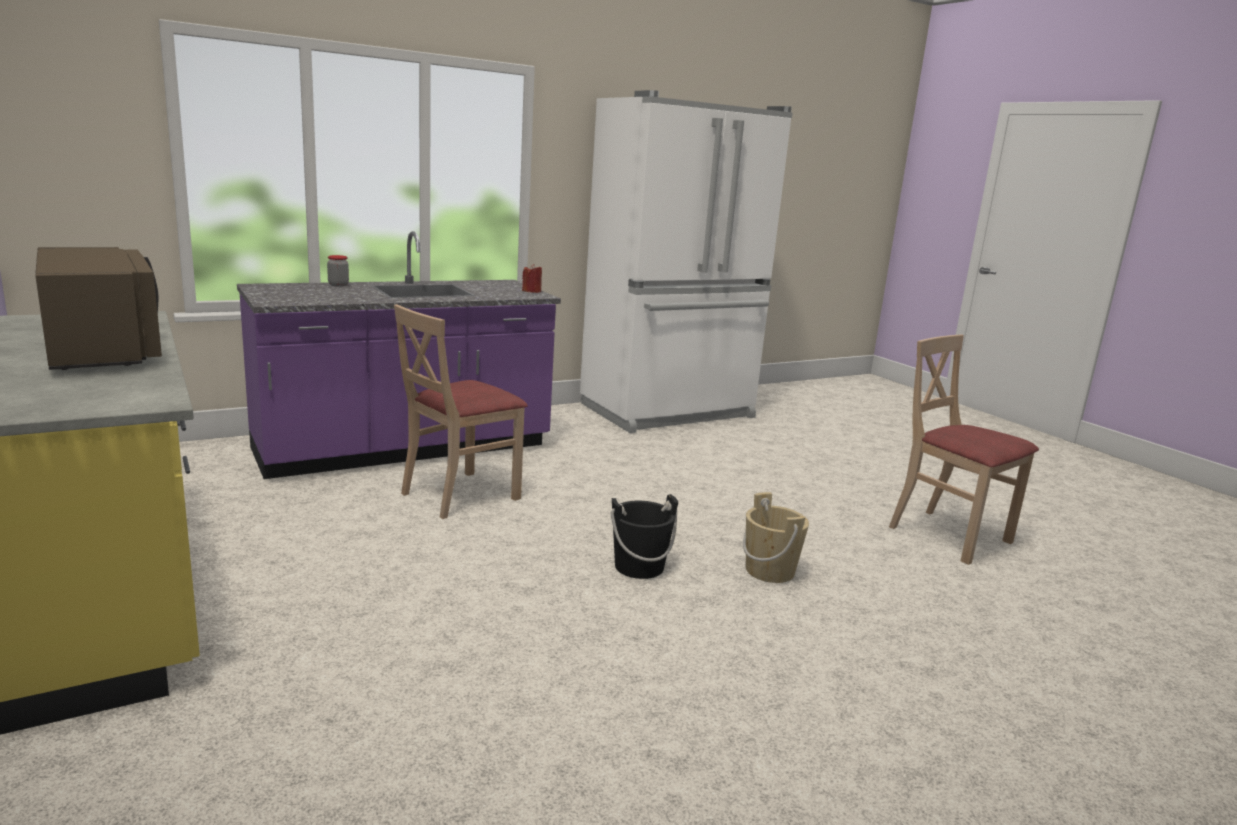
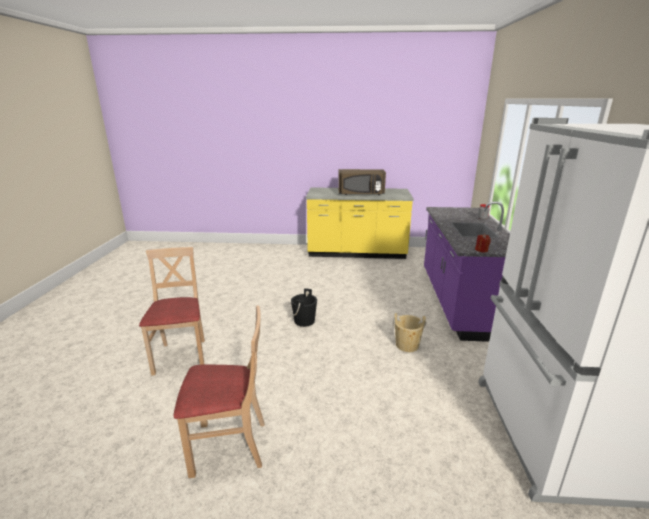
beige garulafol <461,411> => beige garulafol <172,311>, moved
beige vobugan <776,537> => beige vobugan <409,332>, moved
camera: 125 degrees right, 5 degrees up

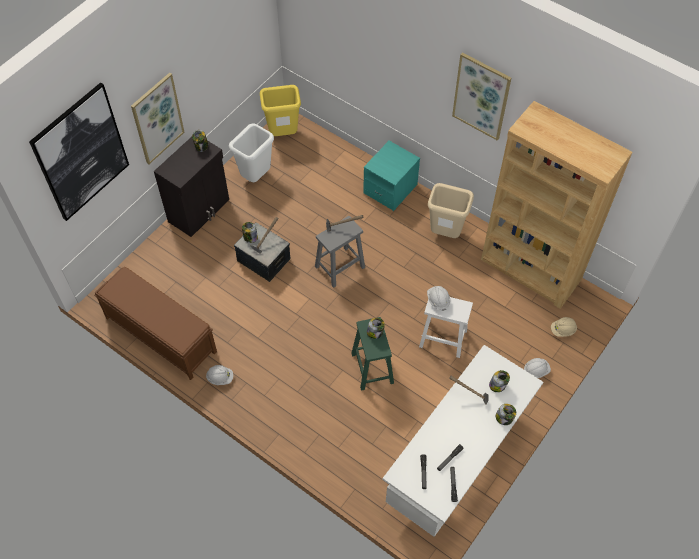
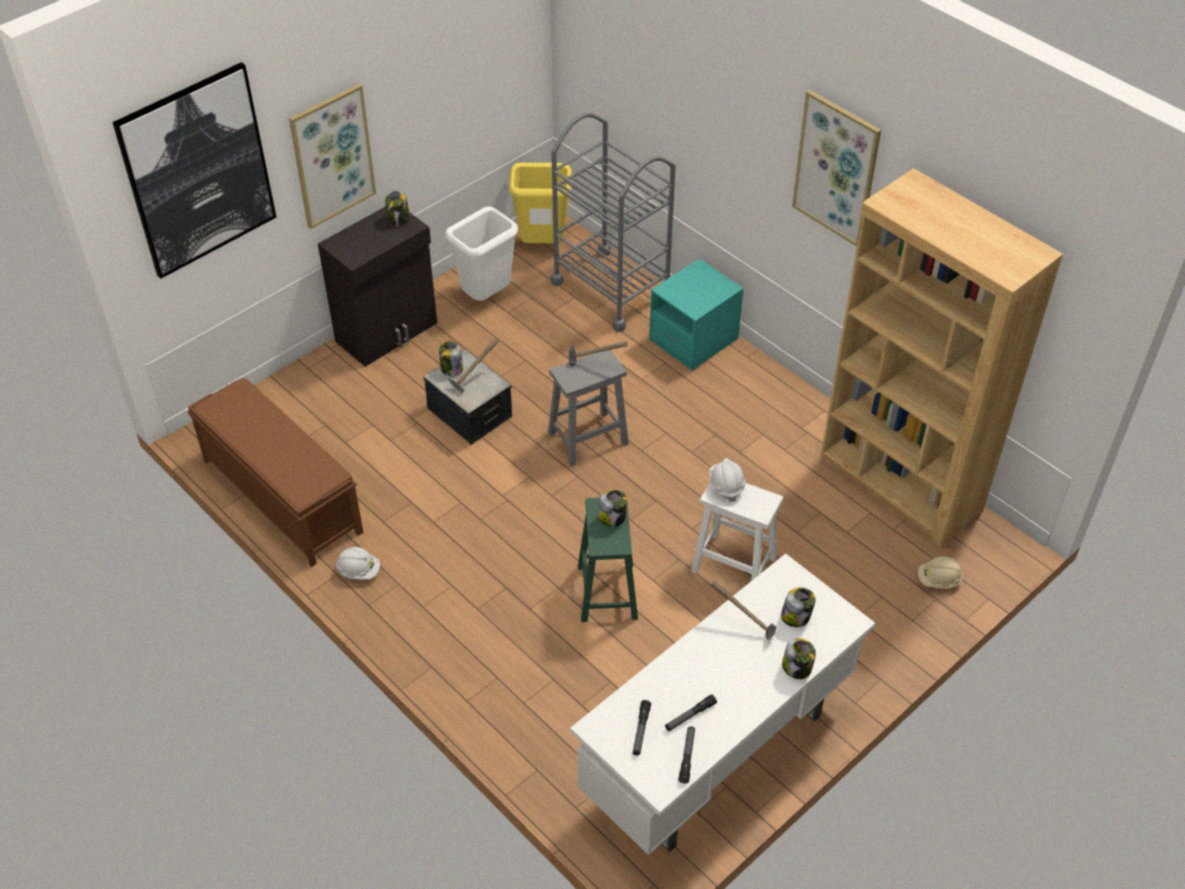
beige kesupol <451,210> => nothing
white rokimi <537,368> => nothing
nothing => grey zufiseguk <613,222>
camera: 10 degrees right, 10 degrees down

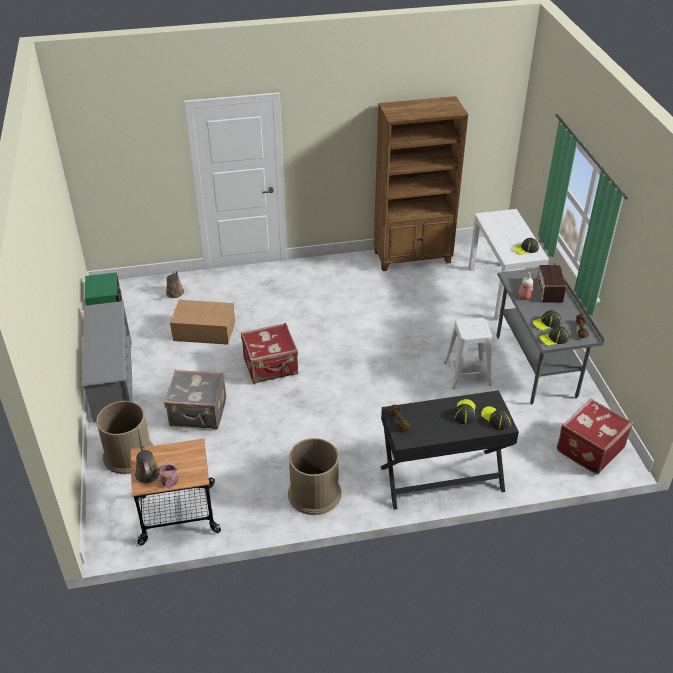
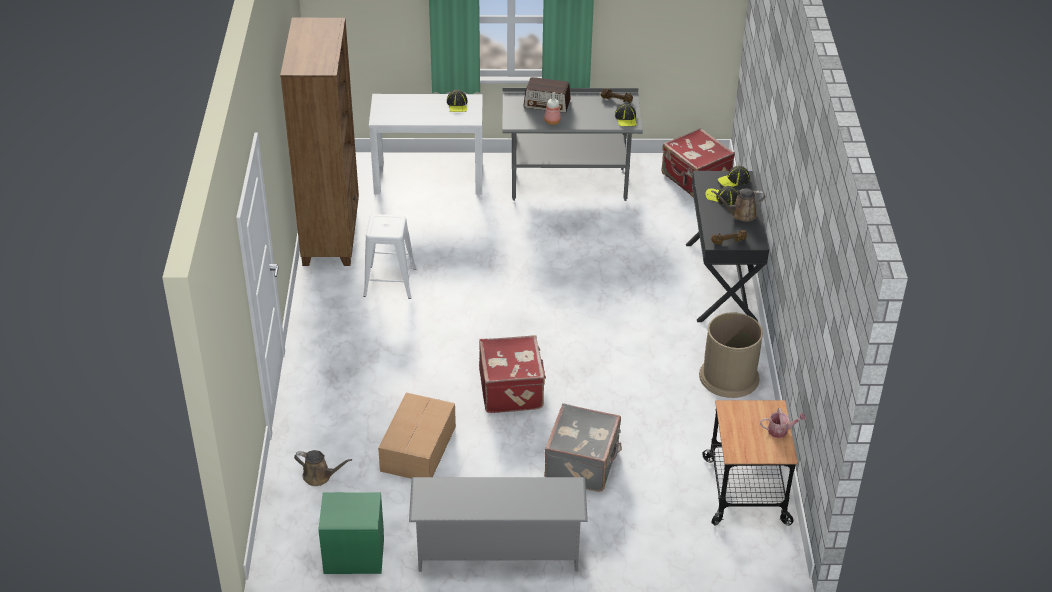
brown kesupol <125,437> => nothing
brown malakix <147,455> => brown malakix <738,205>, moved
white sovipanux <468,353> => white sovipanux <389,256>, moved
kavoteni <547,320> => nothing
camera: 80 degrees left, 0 degrees up

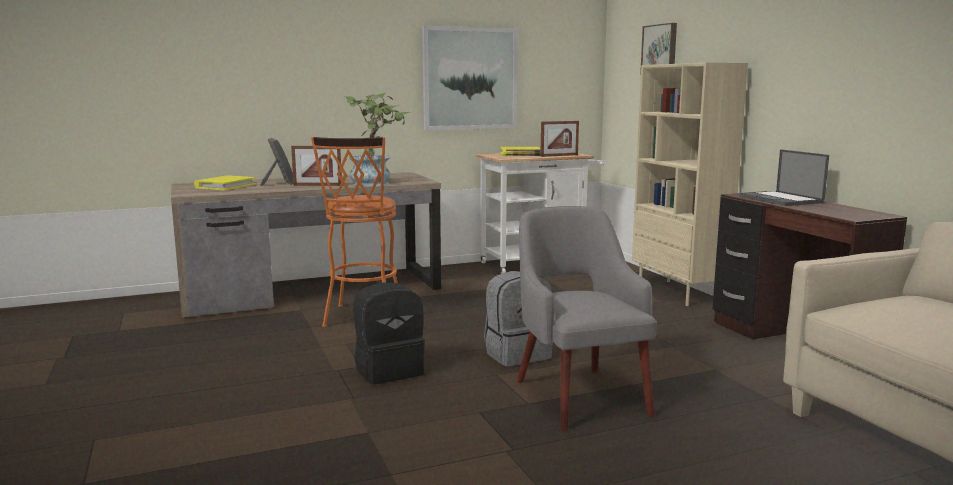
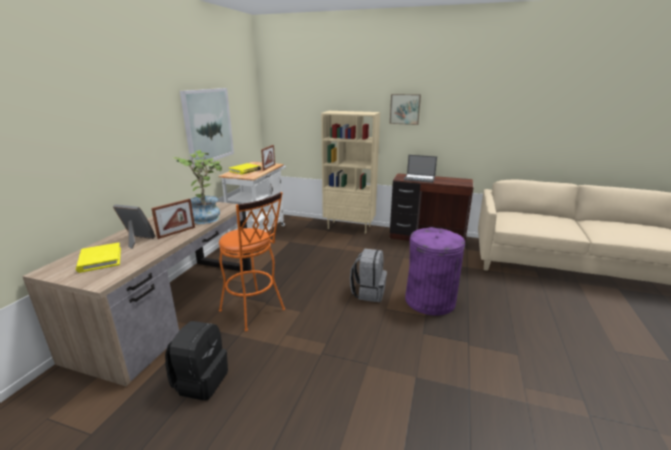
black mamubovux <389,333> => black mamubovux <196,361>, moved
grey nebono <587,318> => purple kesupol <435,271>
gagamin <658,48> => gagamin <405,109>, moved
camera: 50 degrees left, 10 degrees up

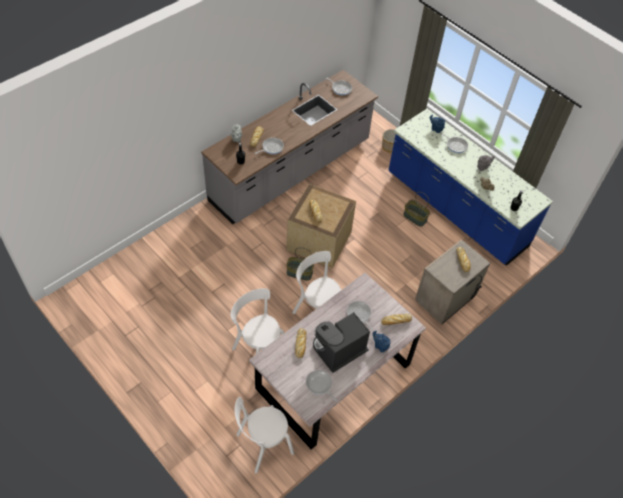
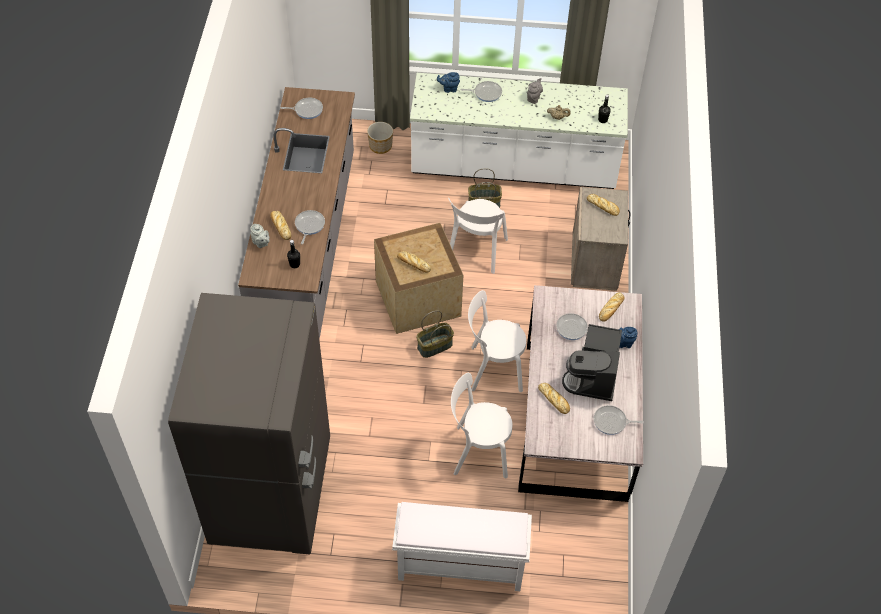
white garulafol <264,435> => white garulafol <478,236>, moved
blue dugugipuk <470,187> => white dugugipuk <519,131>
nothing => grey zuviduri <249,423>
nothing => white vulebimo <462,546>
camera: 40 degrees left, 0 degrees up

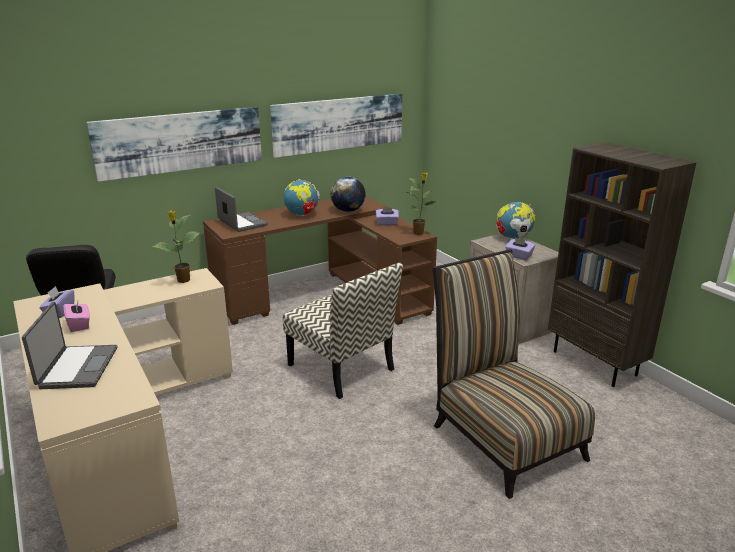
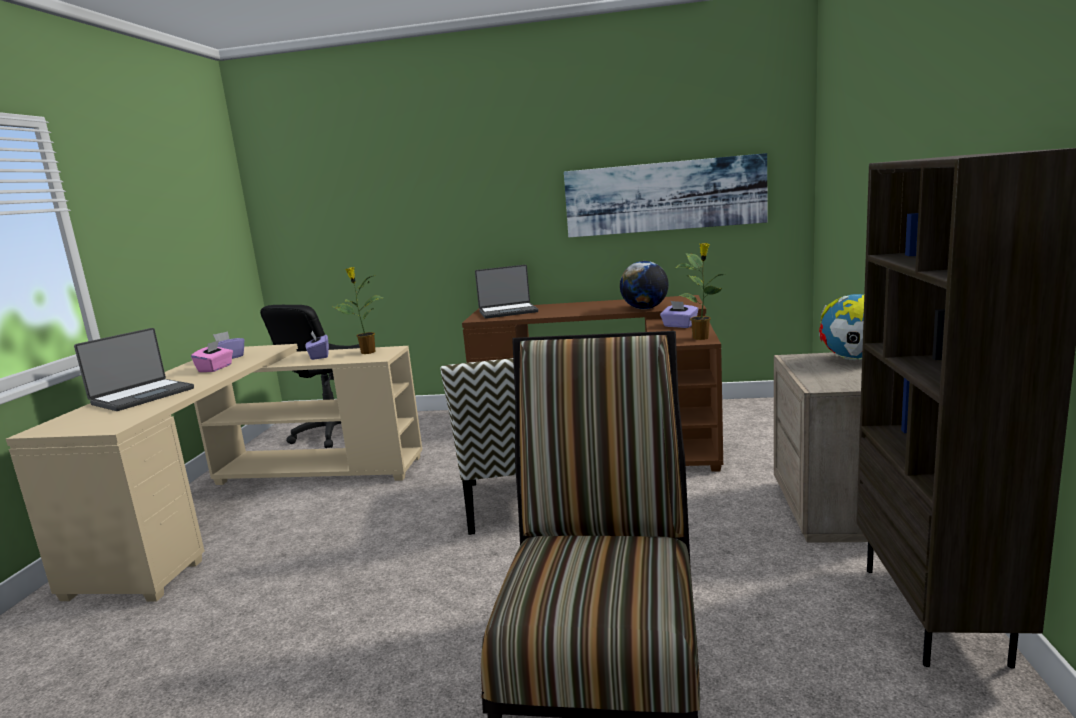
gagamin <174,144> => nothing
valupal <241,209> => valupal <506,292>, 75 degrees clockwise
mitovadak <302,197> => nothing
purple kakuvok <520,249> => purple kakuvok <317,345>, moved
camera: 40 degrees right, 10 degrees down

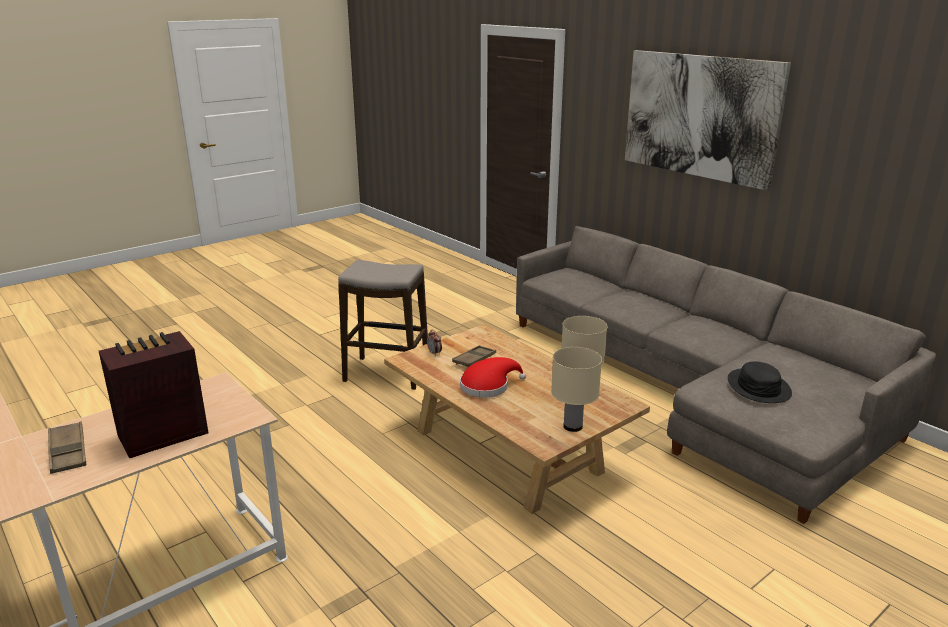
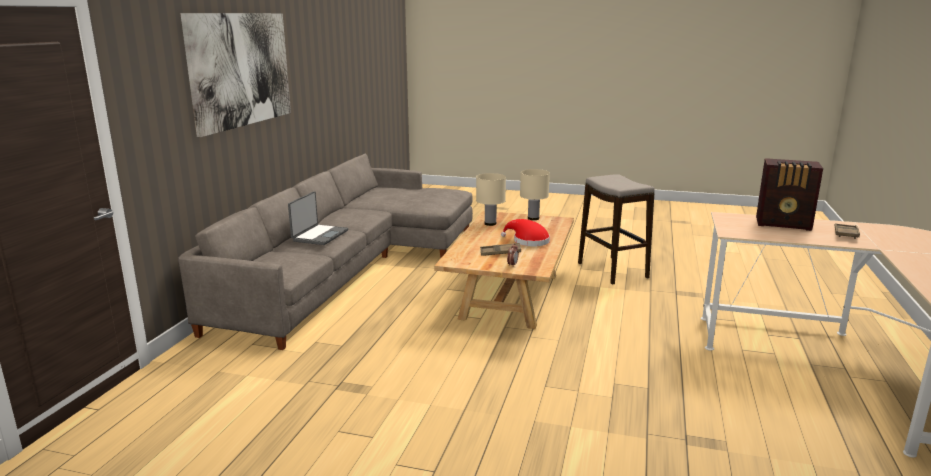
sovipanux <383,325> => sovipanux <616,229>, moved
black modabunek <760,382> => nothing
nothing => valupal <318,218>
camera: 125 degrees left, 5 degrees down

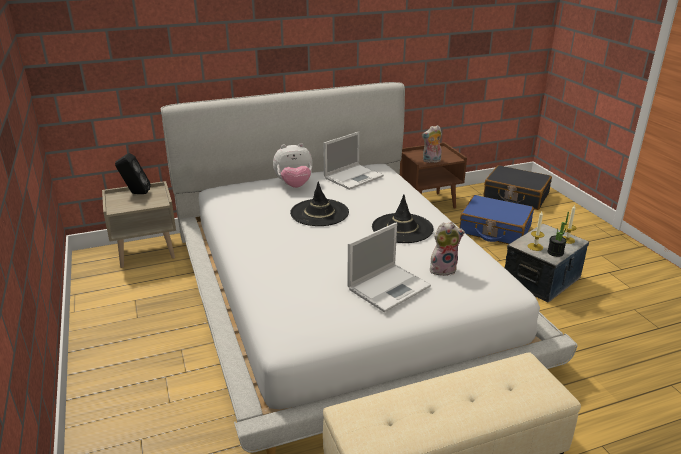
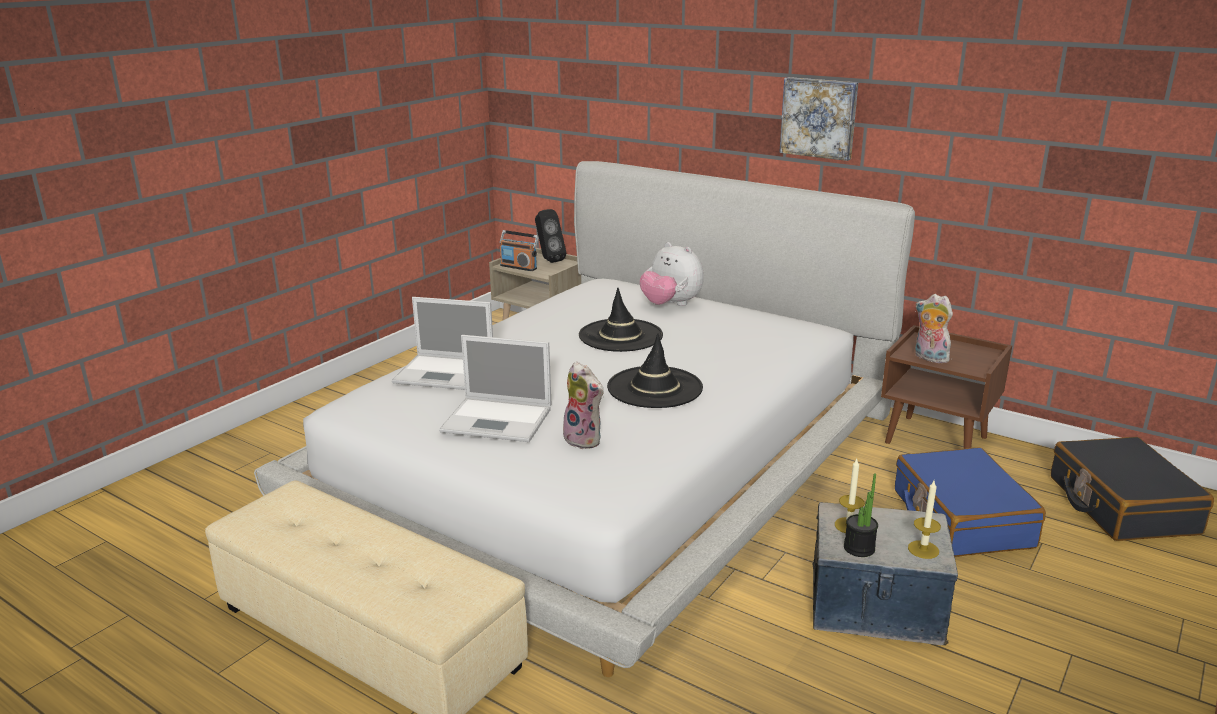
valupal <353,161> => valupal <442,343>, moved
nothing => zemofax <519,250>
nothing => gagamin <818,119>
camera: 55 degrees right, 5 degrees down

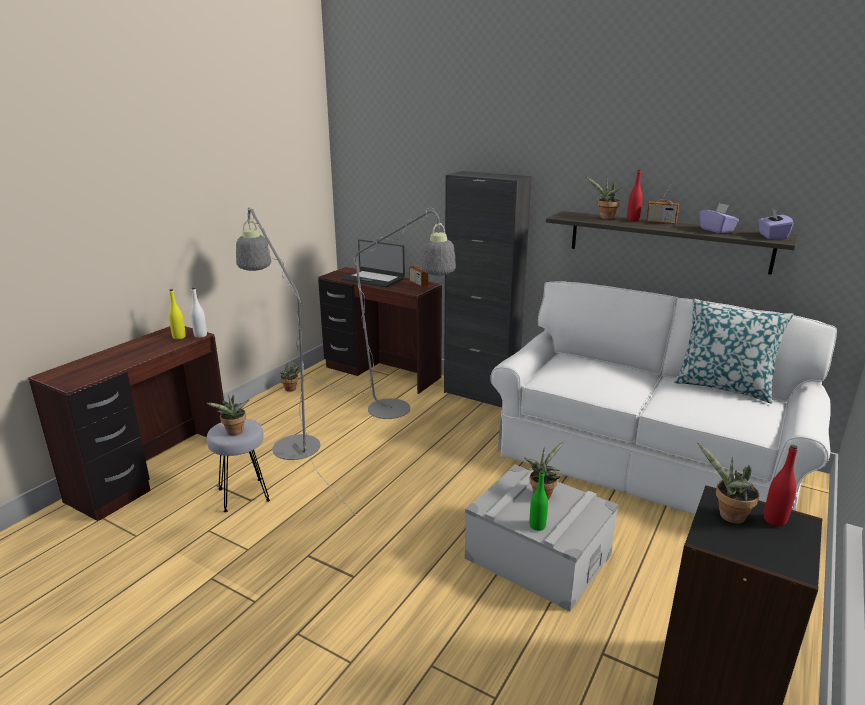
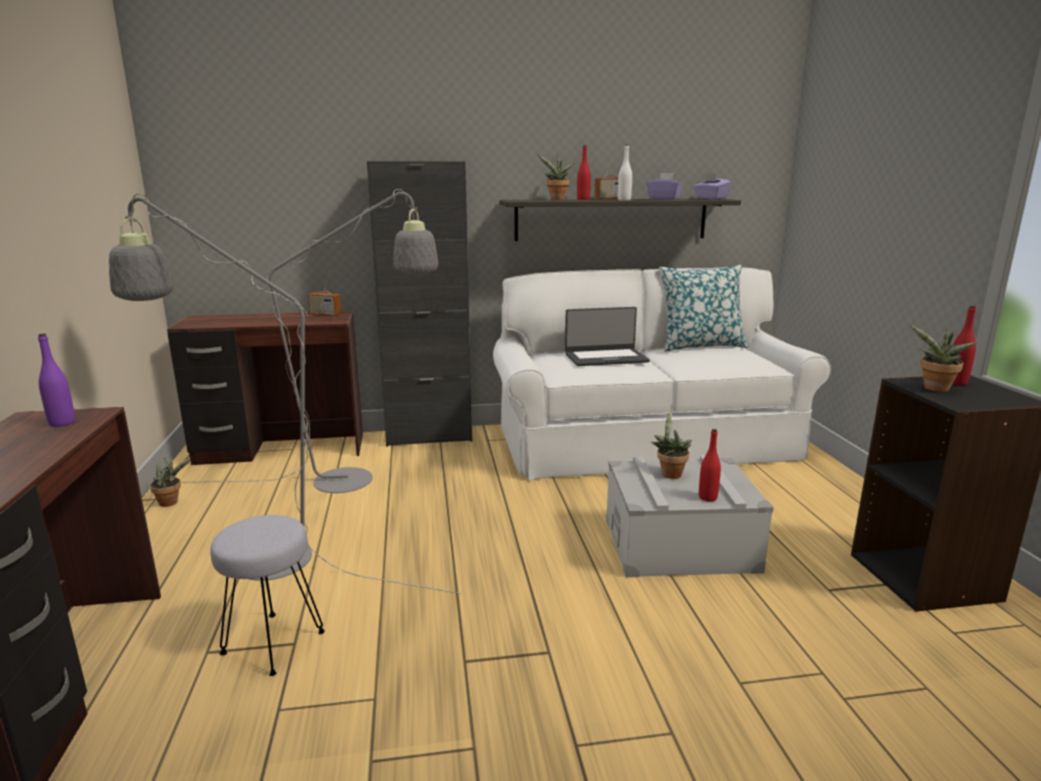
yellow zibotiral <177,314> => purple zibotiral <56,380>
white zibotiral <199,313> => white zibotiral <625,172>, moved
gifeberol <228,415> => nothing
valupal <373,263> => valupal <607,336>, moved
green zibotiral <539,500> => red zibotiral <710,465>
camera: 40 degrees left, 5 degrees down

